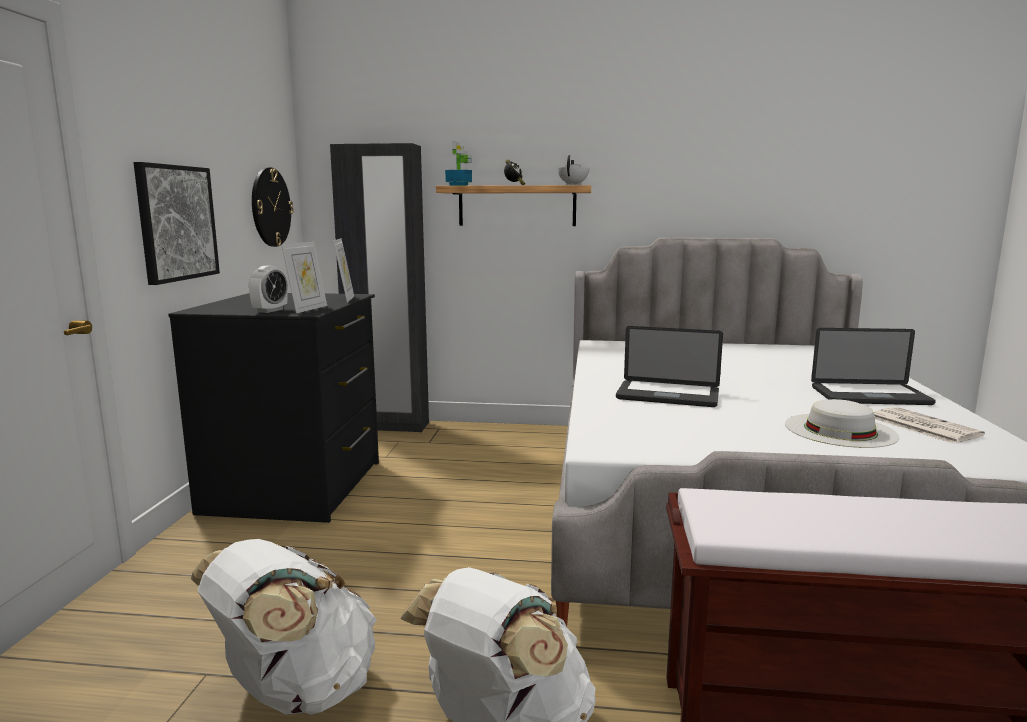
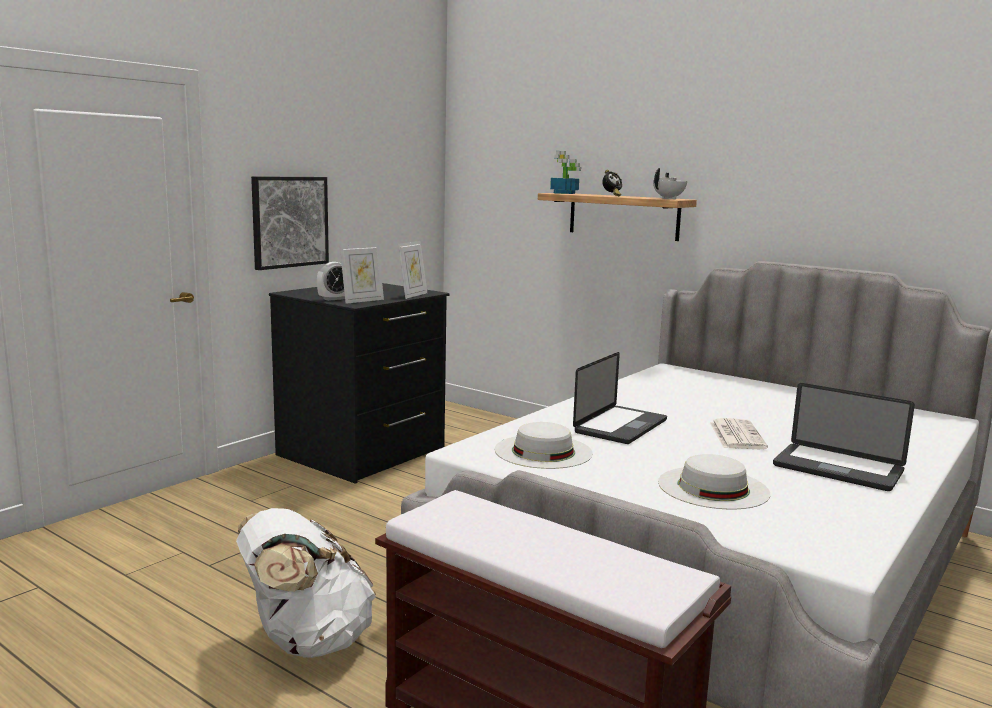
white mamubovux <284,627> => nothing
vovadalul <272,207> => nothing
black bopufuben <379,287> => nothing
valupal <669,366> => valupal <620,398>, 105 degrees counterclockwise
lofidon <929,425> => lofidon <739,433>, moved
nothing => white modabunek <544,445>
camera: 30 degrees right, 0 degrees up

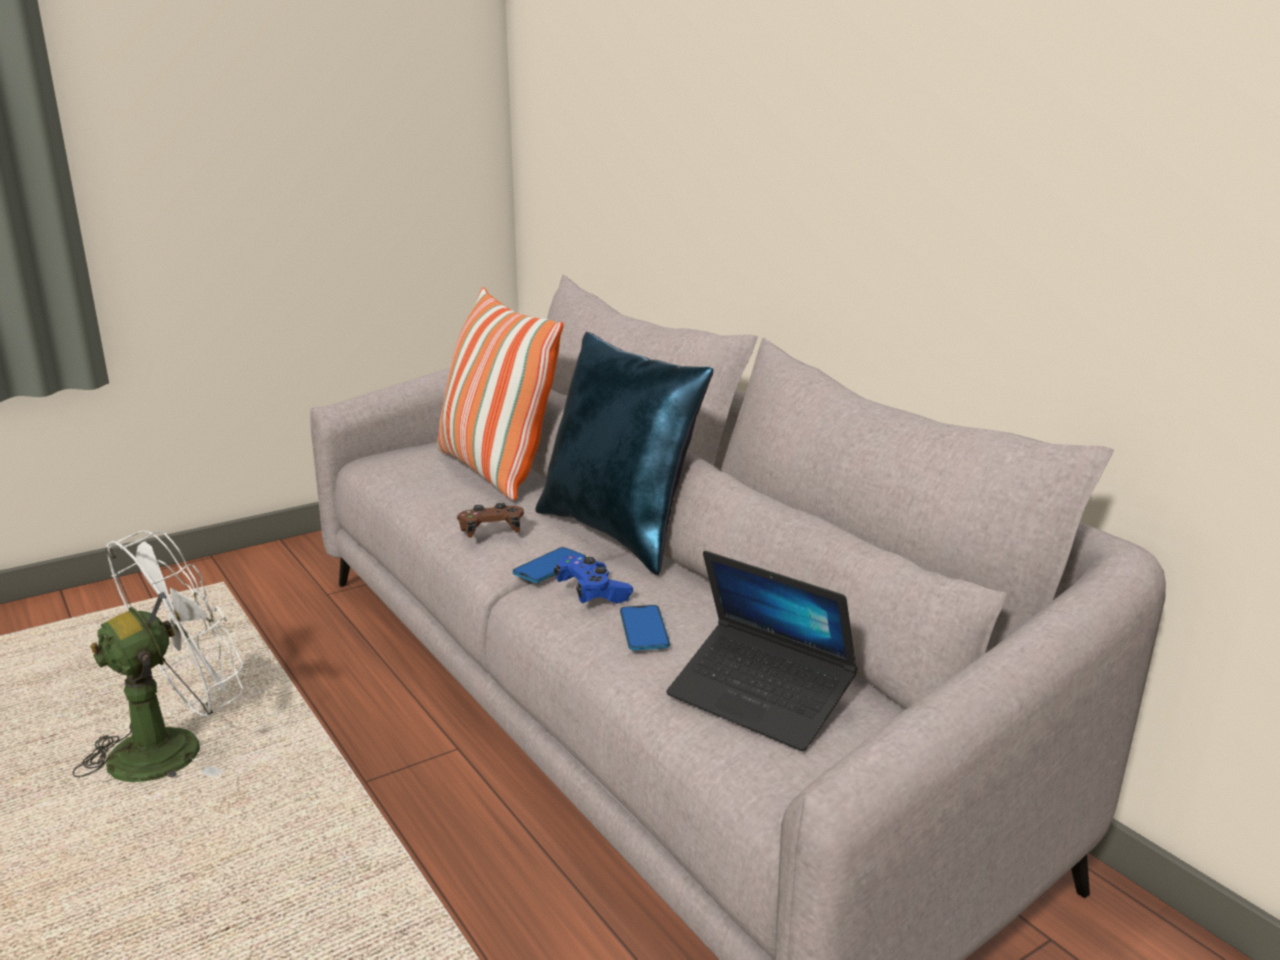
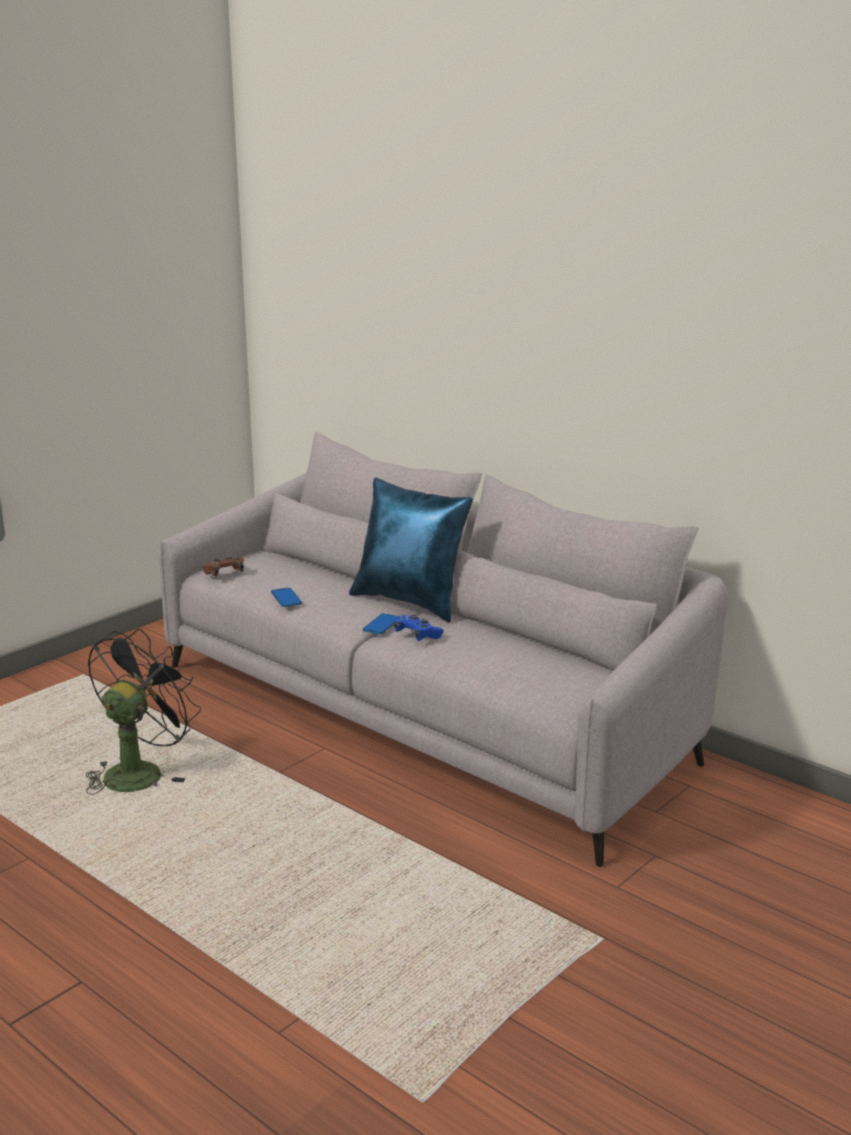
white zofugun <158,656> => black zofugun <143,711>
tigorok <500,393> => nothing
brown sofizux <490,520> => brown sofizux <223,566>, moved
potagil <645,628> => potagil <286,597>, moved
valupal <762,651> => nothing
camera: 15 degrees left, 0 degrees up

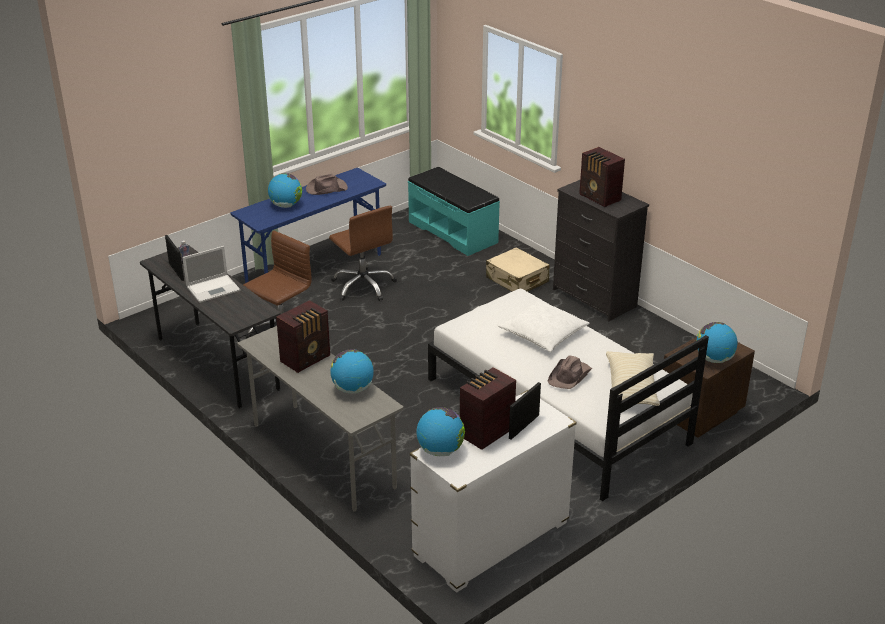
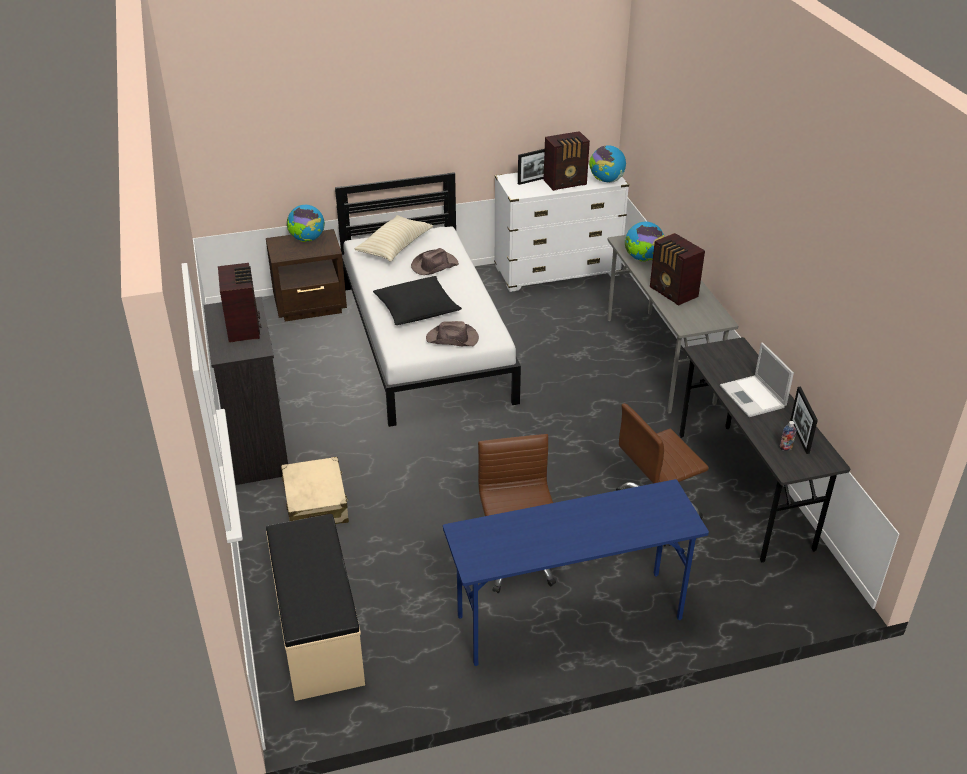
valupal <211,274> => valupal <757,380>, 105 degrees counterclockwise
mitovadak <285,190> => nothing
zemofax <303,336> => zemofax <677,269>, 105 degrees counterclockwise
brown modabunek <327,184> => brown modabunek <452,333>, moved
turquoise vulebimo <454,211> => beige vulebimo <315,607>
white tigorok <543,325> => black tigorok <417,300>
camera: 155 degrees left, 5 degrees up

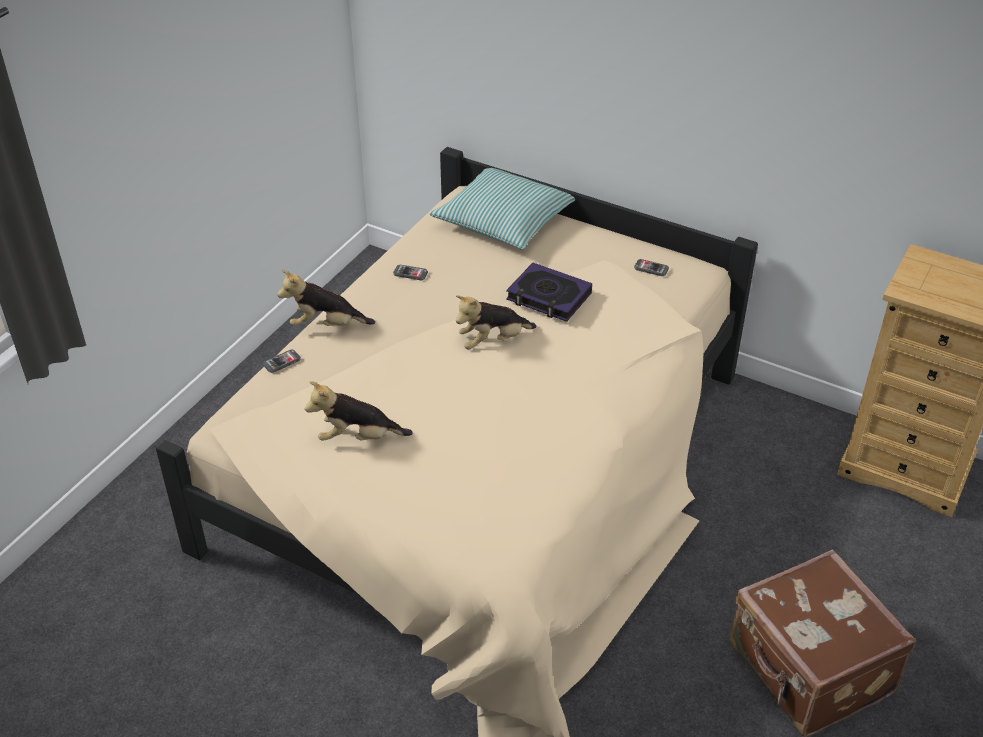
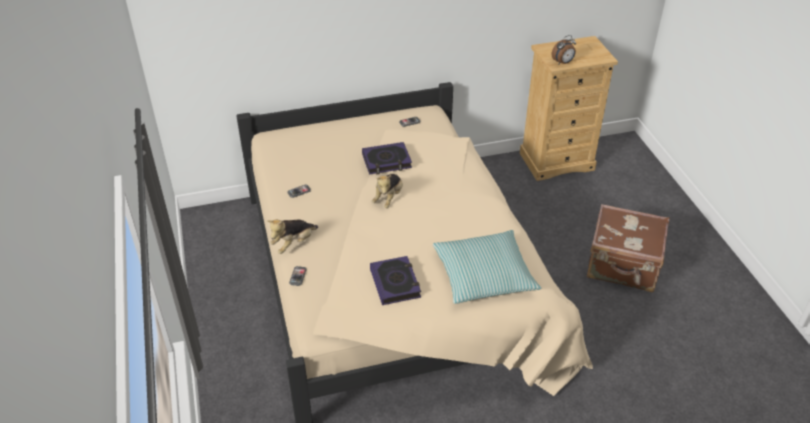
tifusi <359,411> => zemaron <395,280>
tigorok <502,209> => tigorok <487,267>, moved
nothing => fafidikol <564,50>
camera: 45 degrees left, 0 degrees up

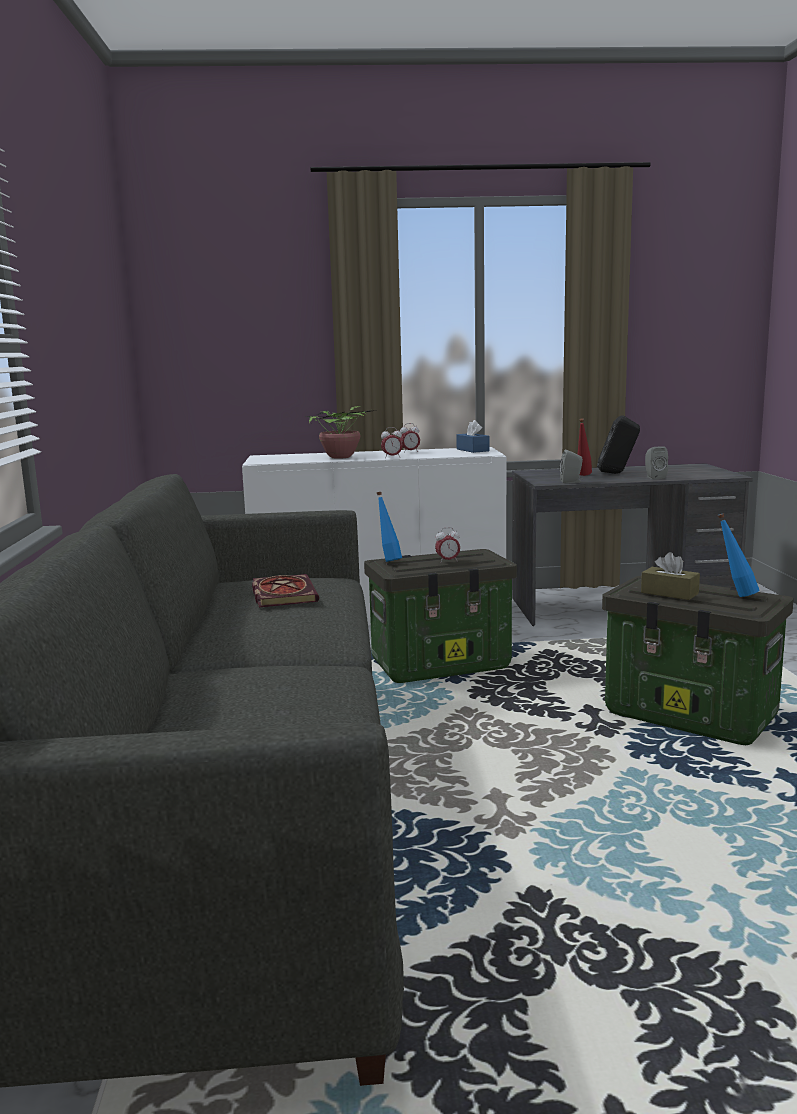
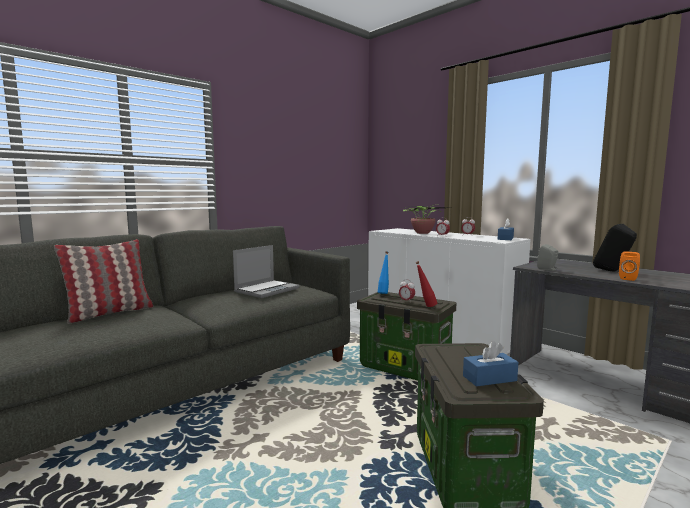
zemaron <285,590> => valupal <266,271>
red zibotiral <584,447> => red zibotiral <426,284>, moved
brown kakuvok <670,576> => nothing
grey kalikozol <656,462> => orange kalikozol <629,266>
blue zibotiral <738,555> => blue kakuvok <490,364>
nothing => tigorok <103,281>
camera: 50 degrees right, 5 degrees down

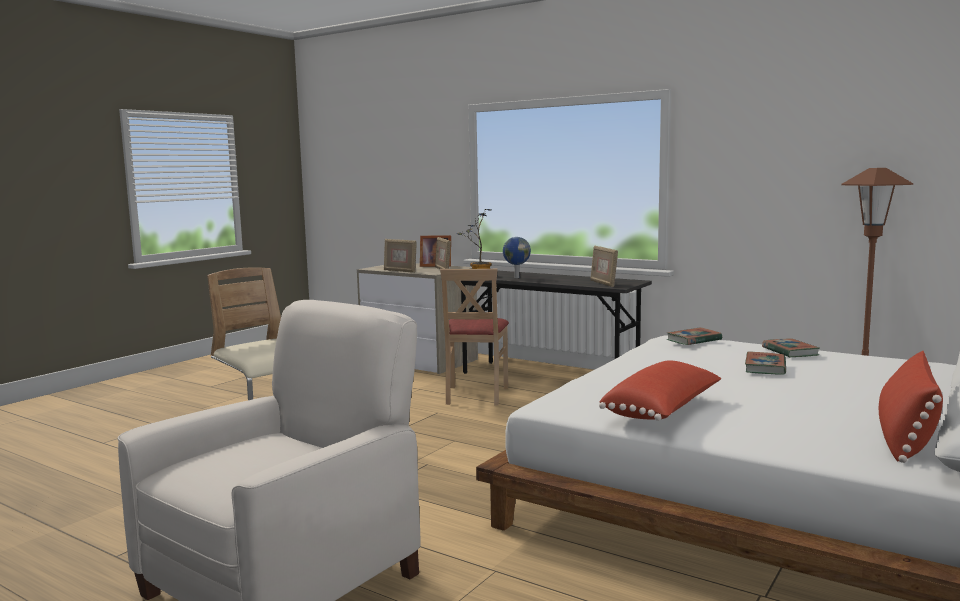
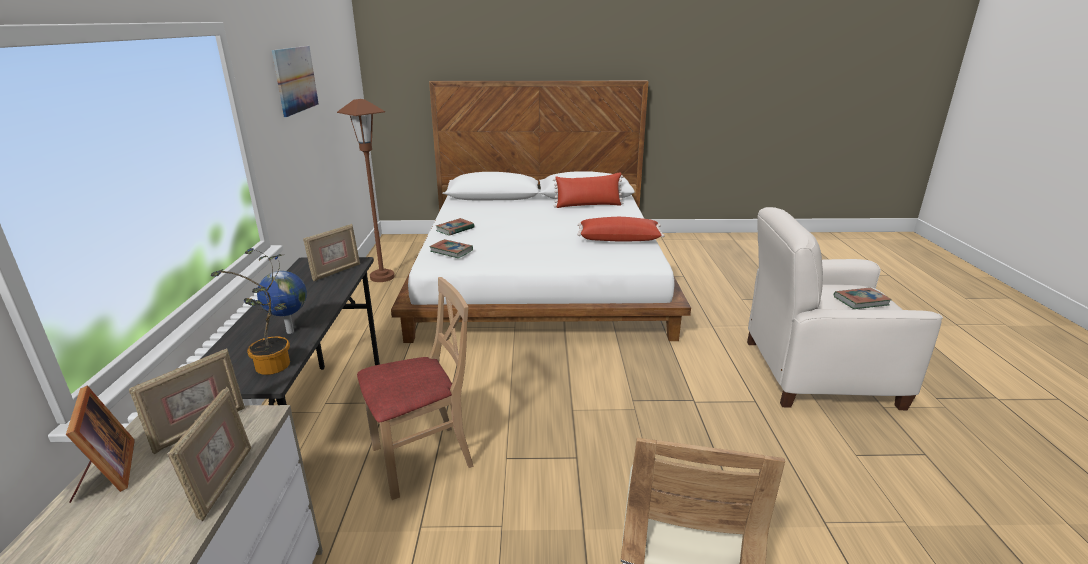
zemaron <765,363> => zemaron <863,298>, moved
nothing => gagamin <295,81>
camera: 125 degrees left, 15 degrees up

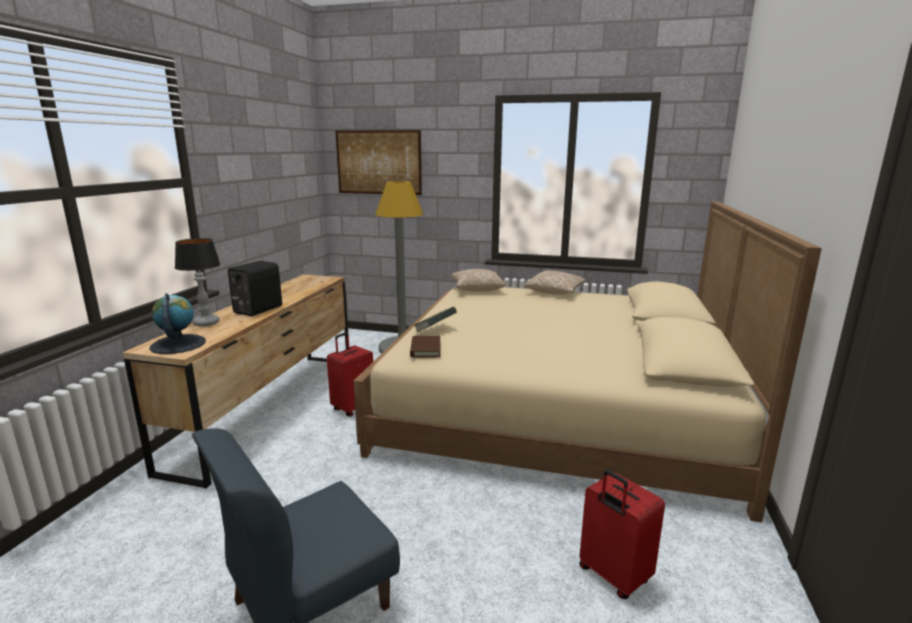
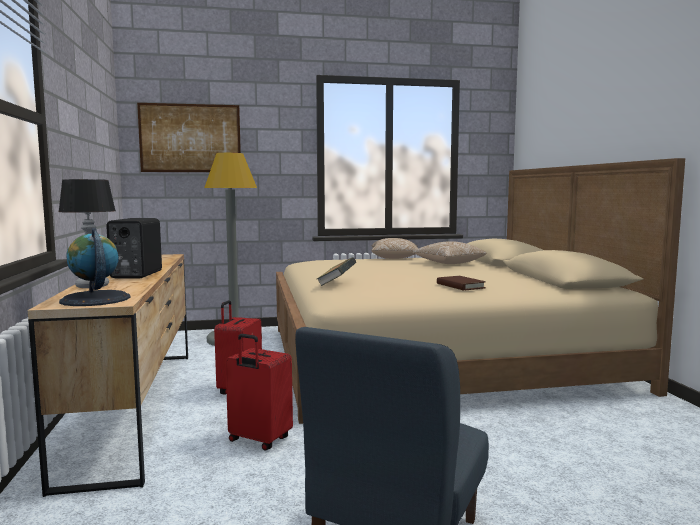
brown zemaron <425,347> => brown zemaron <461,283>, moved
tigorok <478,280> => tigorok <449,252>, moved
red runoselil <622,534> => red runoselil <259,392>, moved
camera: 25 degrees left, 10 degrees down

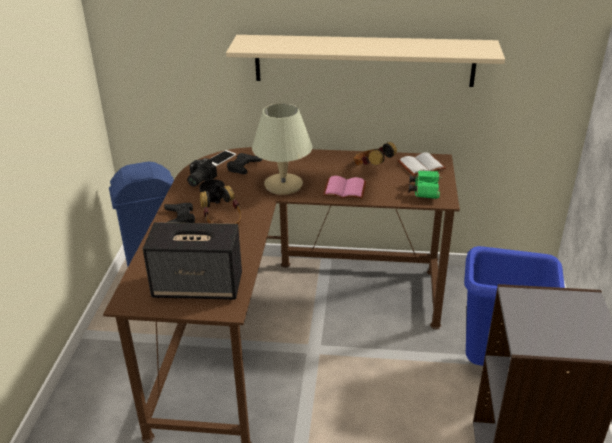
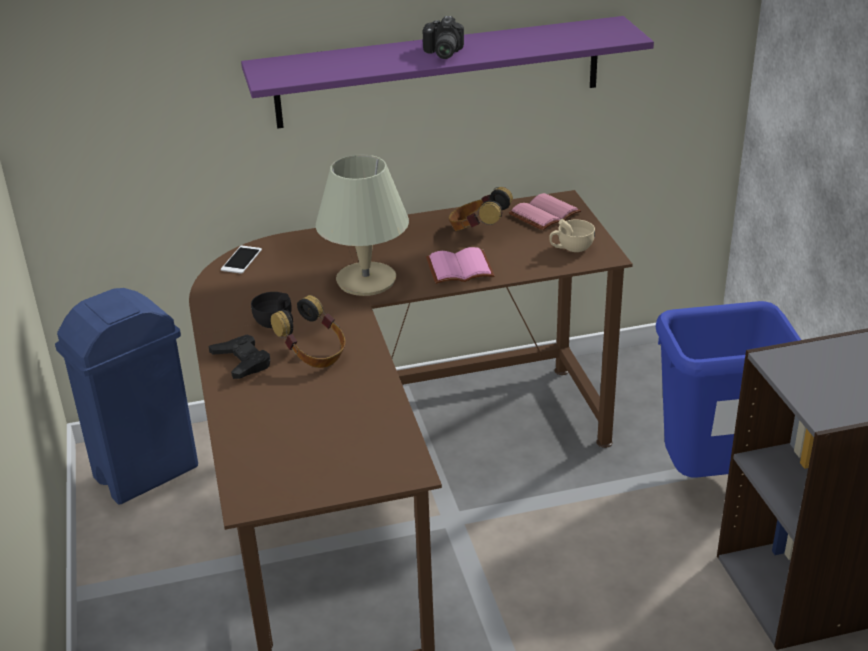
kalikozol <192,261> => nothing
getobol <202,172> => getobol <443,37>, moved
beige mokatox <365,61> => purple mokatox <447,72>
black sofizux <244,163> => nothing
white zemaron <422,164> => pink zemaron <545,211>
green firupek <425,184> => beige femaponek <572,235>
camera: 20 degrees left, 0 degrees up

